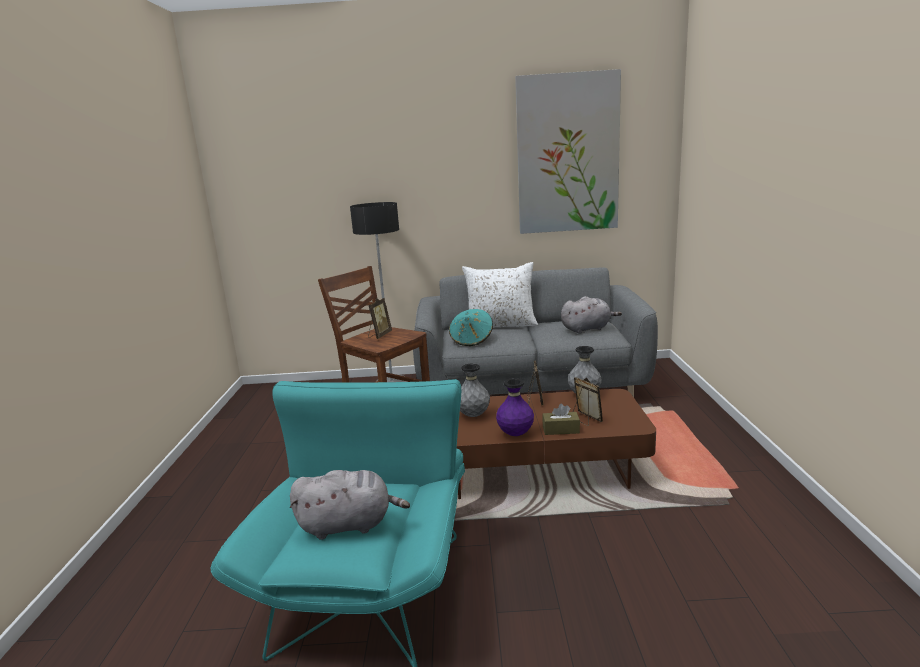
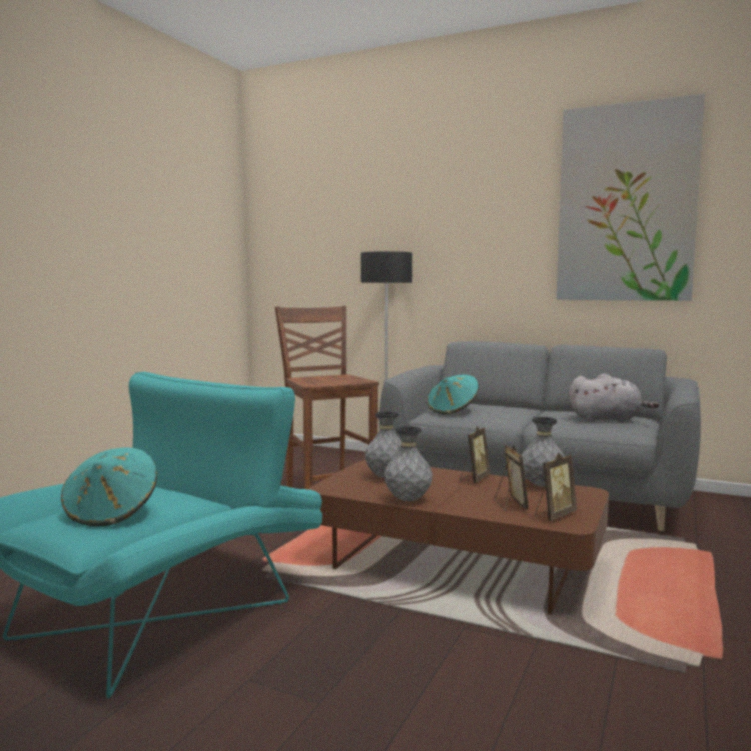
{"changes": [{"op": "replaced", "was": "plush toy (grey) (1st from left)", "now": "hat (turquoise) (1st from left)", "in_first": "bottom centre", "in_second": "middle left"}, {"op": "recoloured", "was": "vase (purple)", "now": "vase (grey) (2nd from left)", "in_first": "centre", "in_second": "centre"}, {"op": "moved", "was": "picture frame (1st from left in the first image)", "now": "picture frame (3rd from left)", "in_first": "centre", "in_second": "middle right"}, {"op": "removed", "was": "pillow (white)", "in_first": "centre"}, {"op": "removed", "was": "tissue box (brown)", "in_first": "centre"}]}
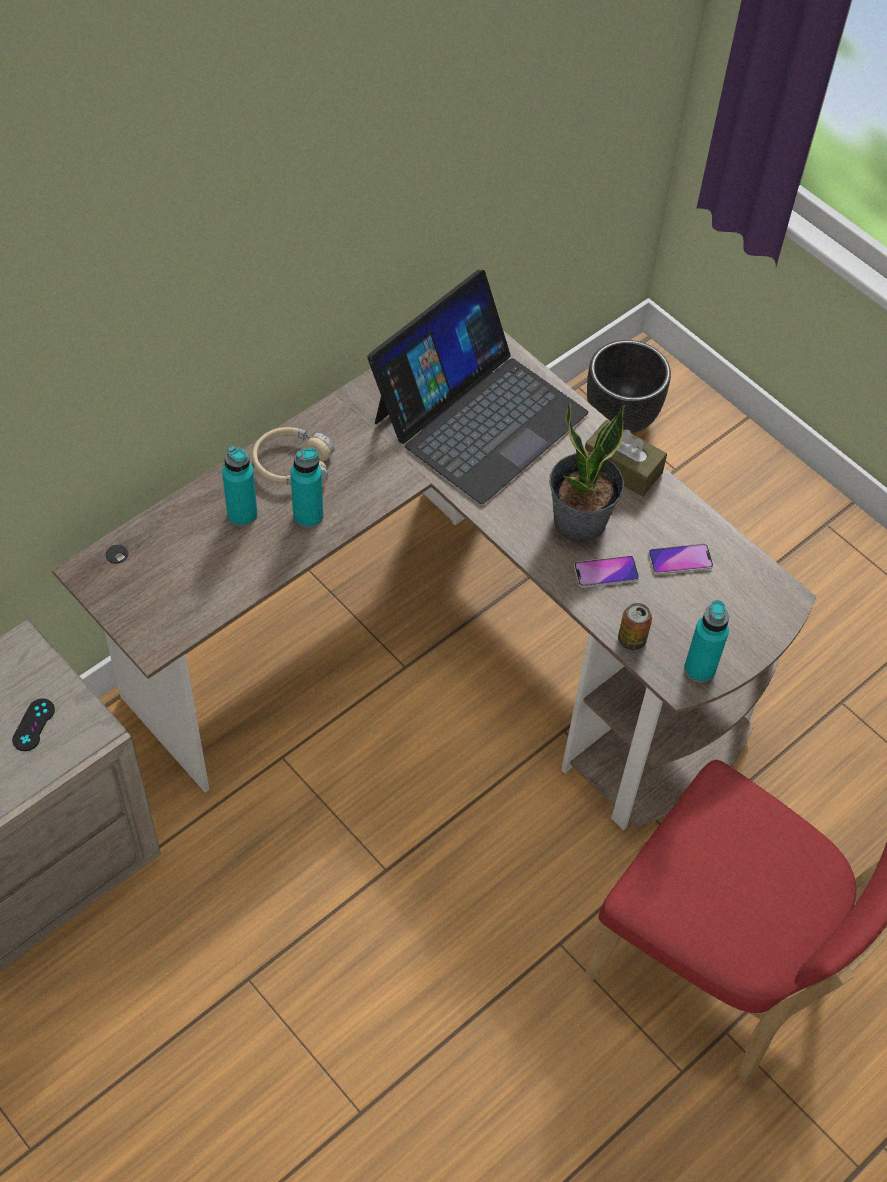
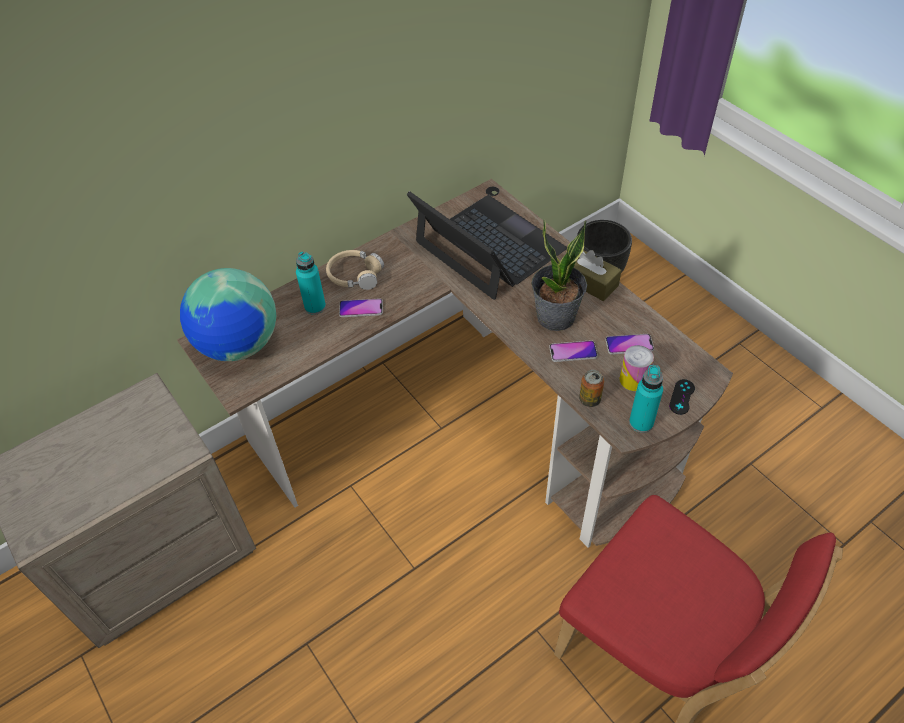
{"changes": [{"op": "added", "now": "globe", "in_second": "middle left"}, {"op": "replaced", "was": "bottle (turquoise) (2nd from left)", "now": "phone (1st from left)", "in_first": "centre", "in_second": "centre"}, {"op": "turned", "was": "laptop", "in_first": "top centre", "in_second": "centre", "clockwise": -90}, {"op": "added", "now": "can (2nd from left)", "in_second": "middle right"}, {"op": "moved", "was": "game controller (black)", "in_first": "middle left", "in_second": "middle right"}]}
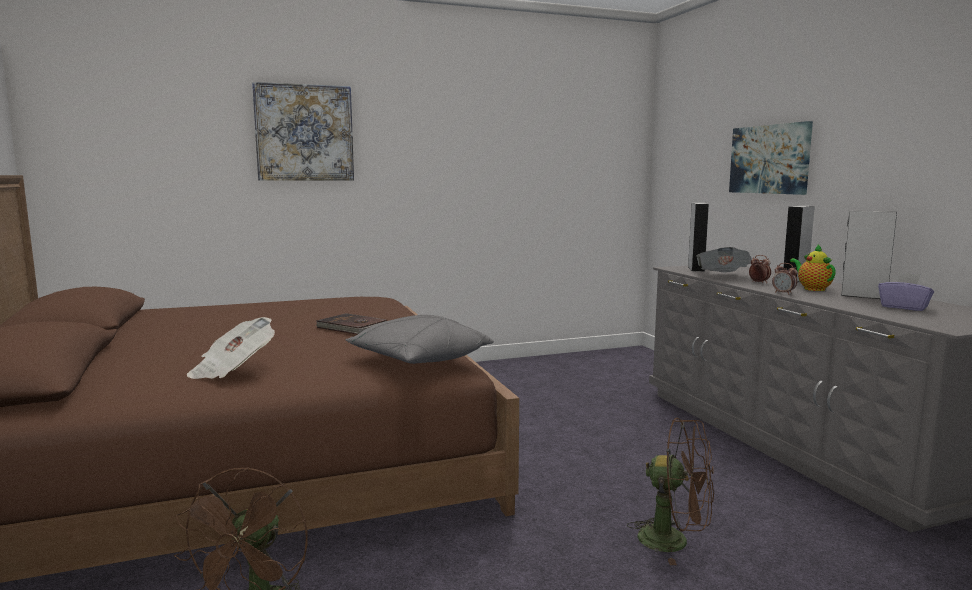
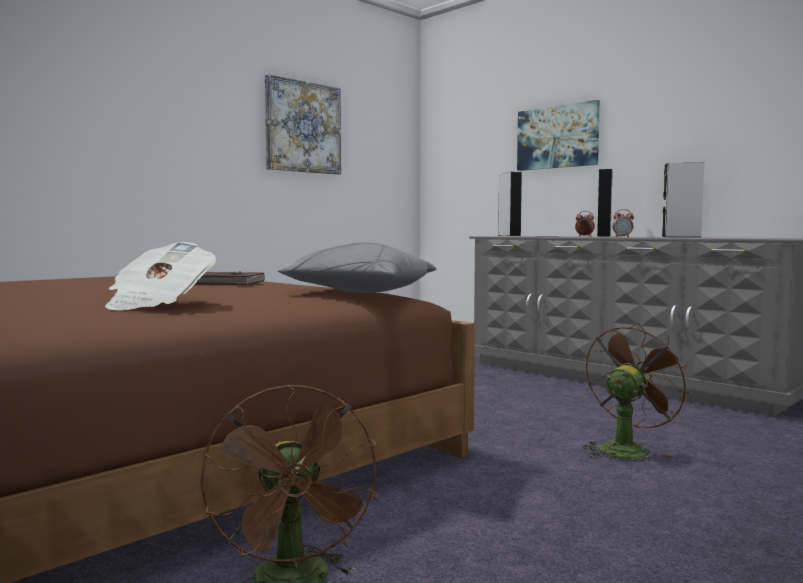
{"changes": [{"op": "moved", "was": "picture (1st from left)", "in_first": "top left", "in_second": "top centre"}, {"op": "turned", "was": "fan (brown) (2nd from left)", "in_first": "bottom right", "in_second": "bottom right", "clockwise": -45}, {"op": "removed", "was": "newspaper (2nd from left)", "in_first": "middle right"}, {"op": "removed", "was": "teapot", "in_first": "middle right"}, {"op": "removed", "was": "tissue box (purple)", "in_first": "middle right"}]}
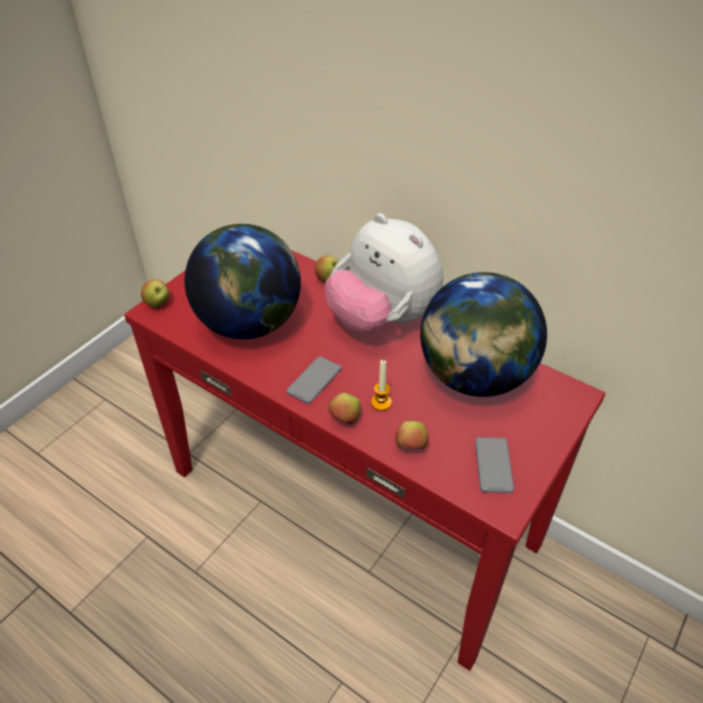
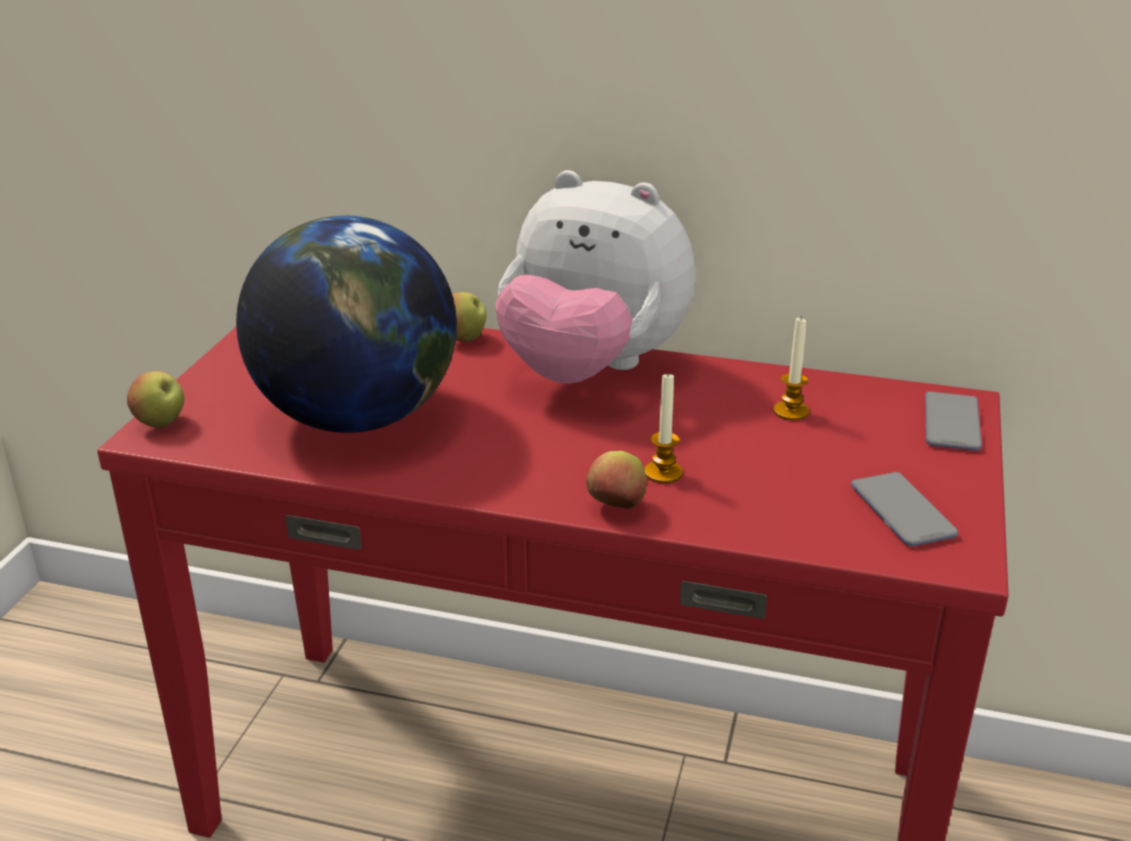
{"changes": [{"op": "replaced", "was": "globe (2nd from left)", "now": "candle (2nd from left)", "in_first": "middle right", "in_second": "middle right"}, {"op": "moved", "was": "phone (1st from left in the first image)", "now": "phone (2nd from left)", "in_first": "centre", "in_second": "middle right"}, {"op": "removed", "was": "apple (4th from left)", "in_first": "centre"}]}
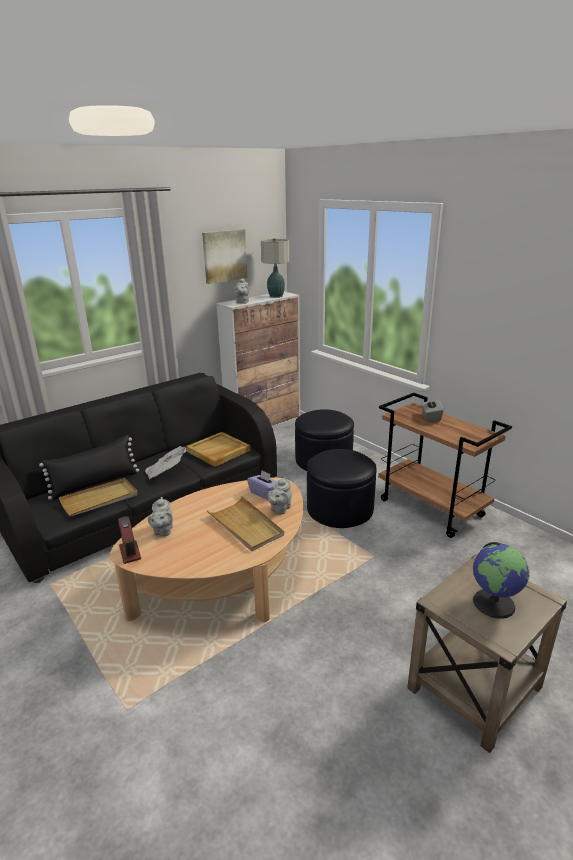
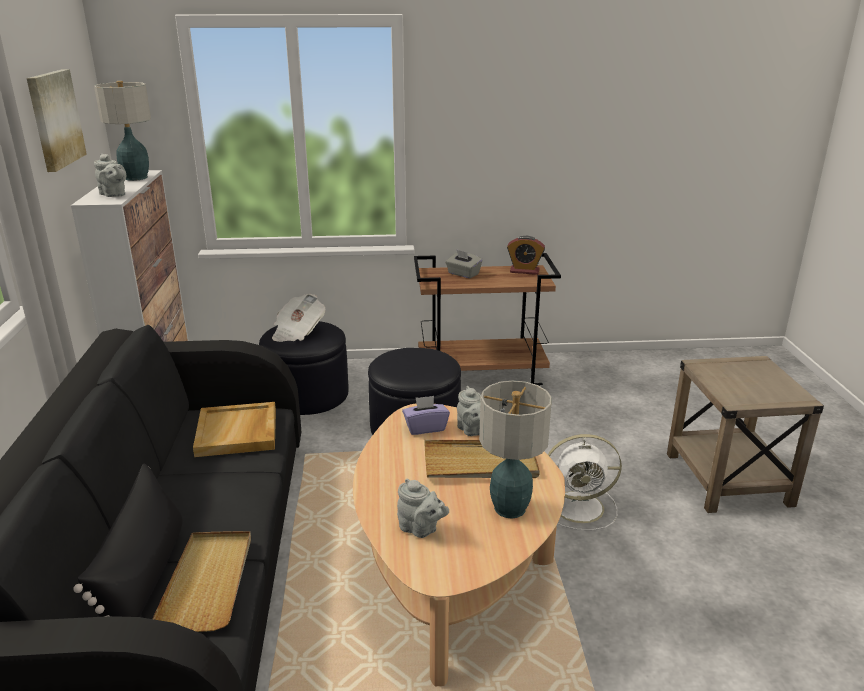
{"changes": [{"op": "moved", "was": "newspaper", "in_first": "middle left", "in_second": "centre"}, {"op": "added", "now": "table lamp (2nd from left)", "in_second": "centre"}, {"op": "moved", "was": "alarm clock", "in_first": "middle left", "in_second": "centre"}, {"op": "added", "now": "fan (white)", "in_second": "bottom right"}, {"op": "removed", "was": "globe", "in_first": "bottom right"}]}
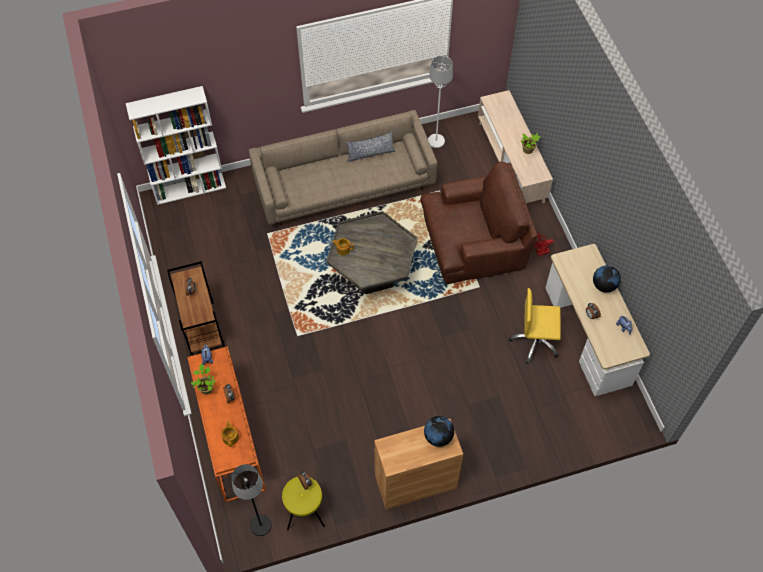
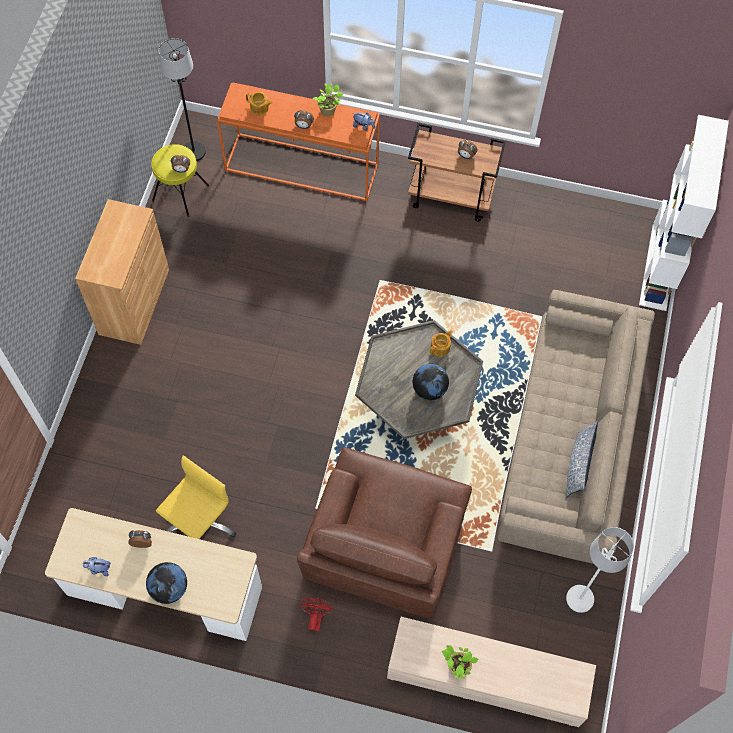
{"changes": [{"op": "moved", "was": "globe (1st from left in the first image)", "now": "globe (2nd from left)", "in_first": "bottom centre", "in_second": "centre"}]}
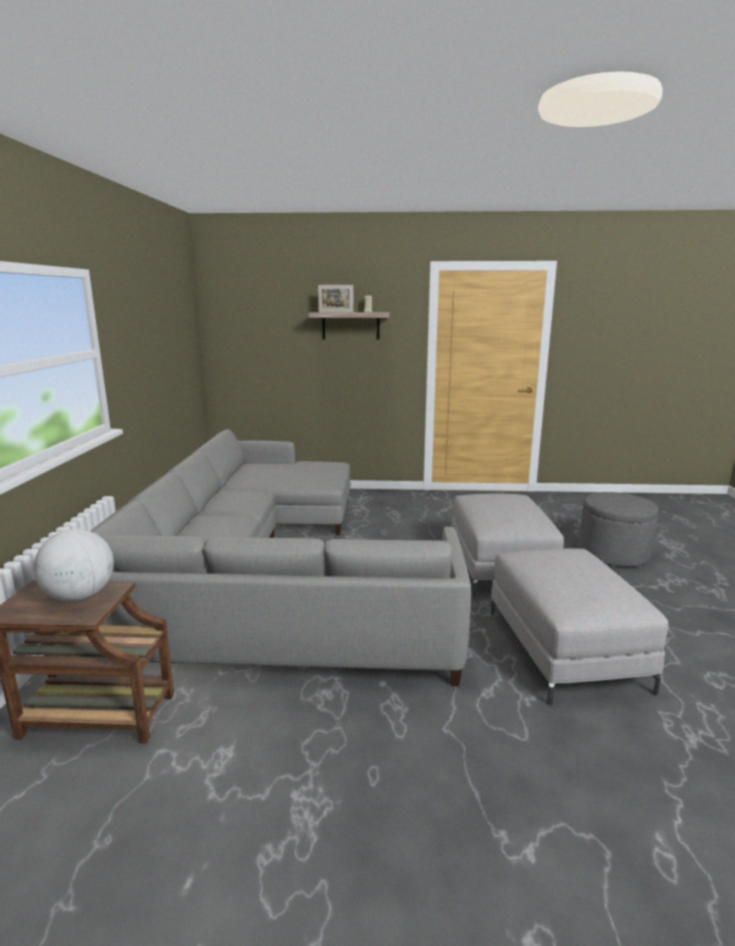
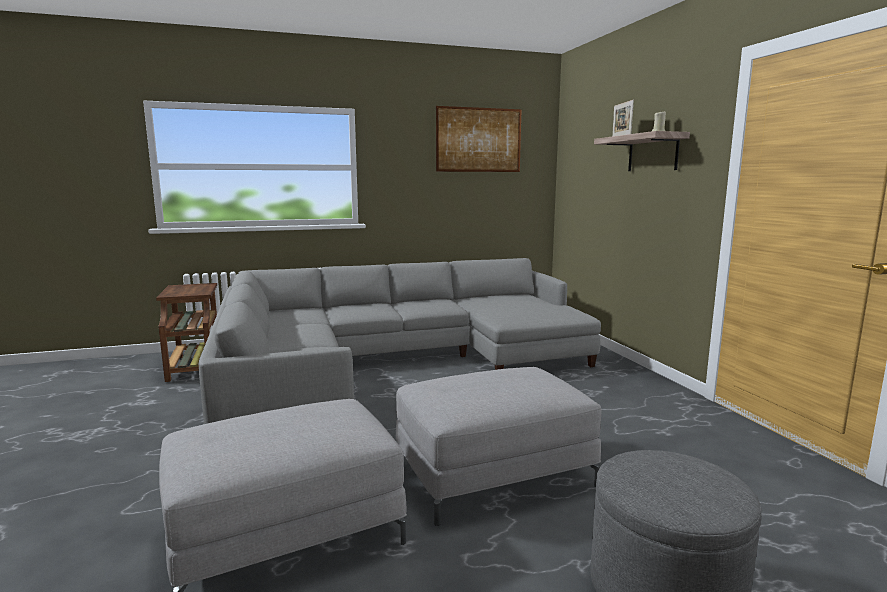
{"changes": [{"op": "added", "now": "picture", "in_second": "top centre"}, {"op": "removed", "was": "globe", "in_first": "middle left"}]}
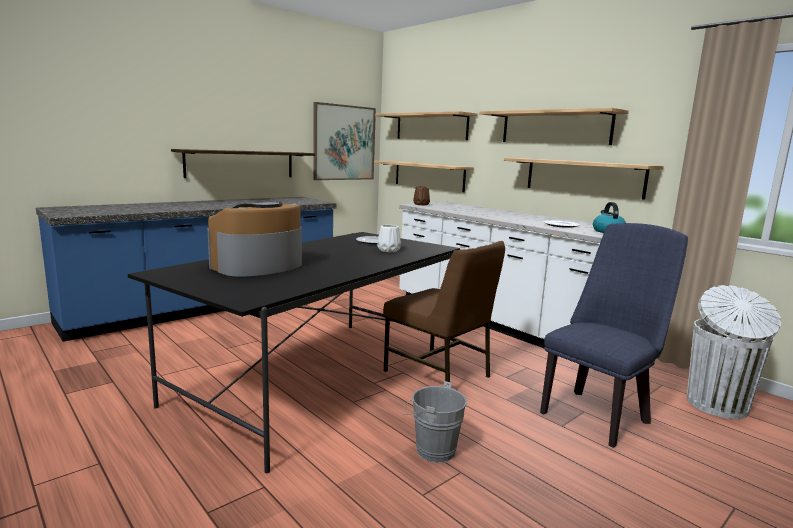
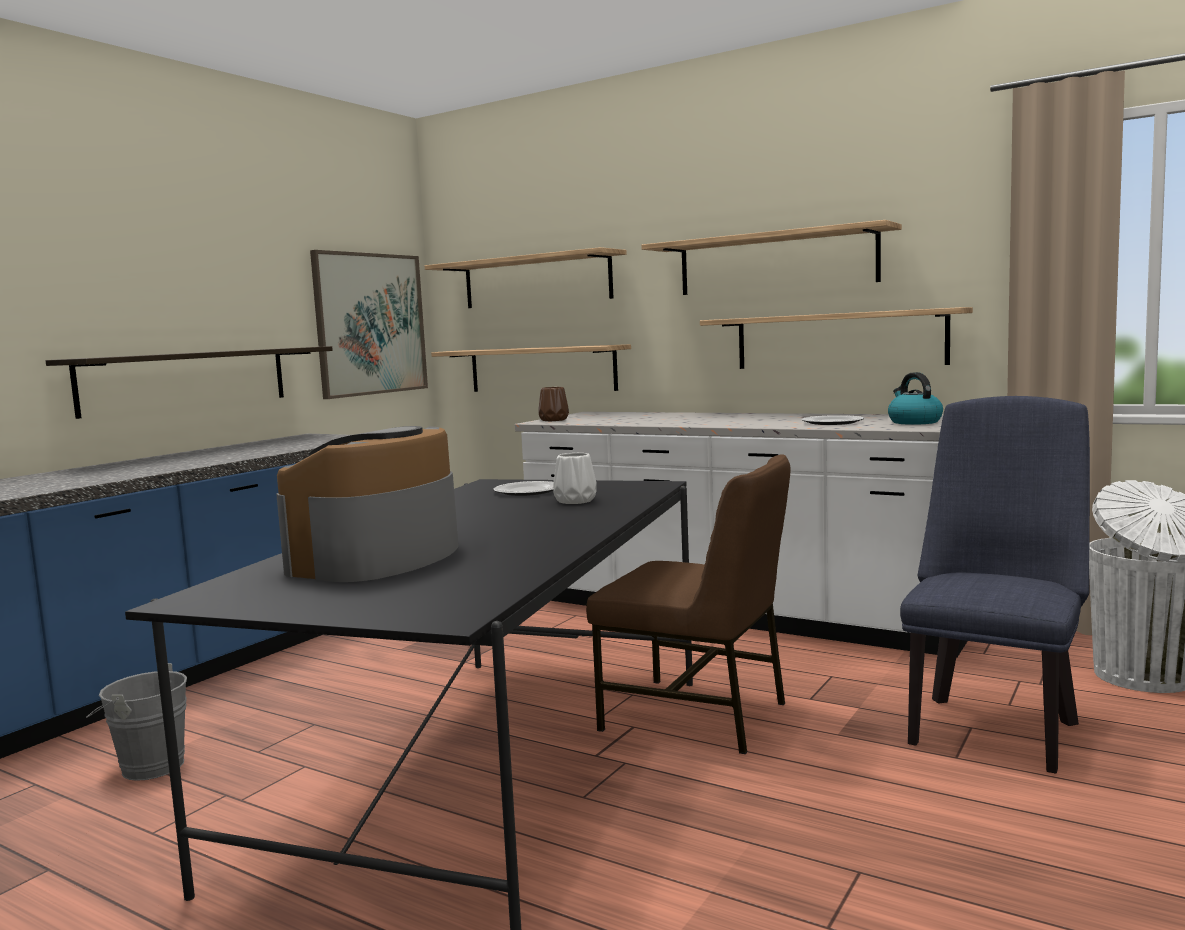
{"changes": [{"op": "moved", "was": "bucket (grey)", "in_first": "bottom centre", "in_second": "bottom left"}]}
